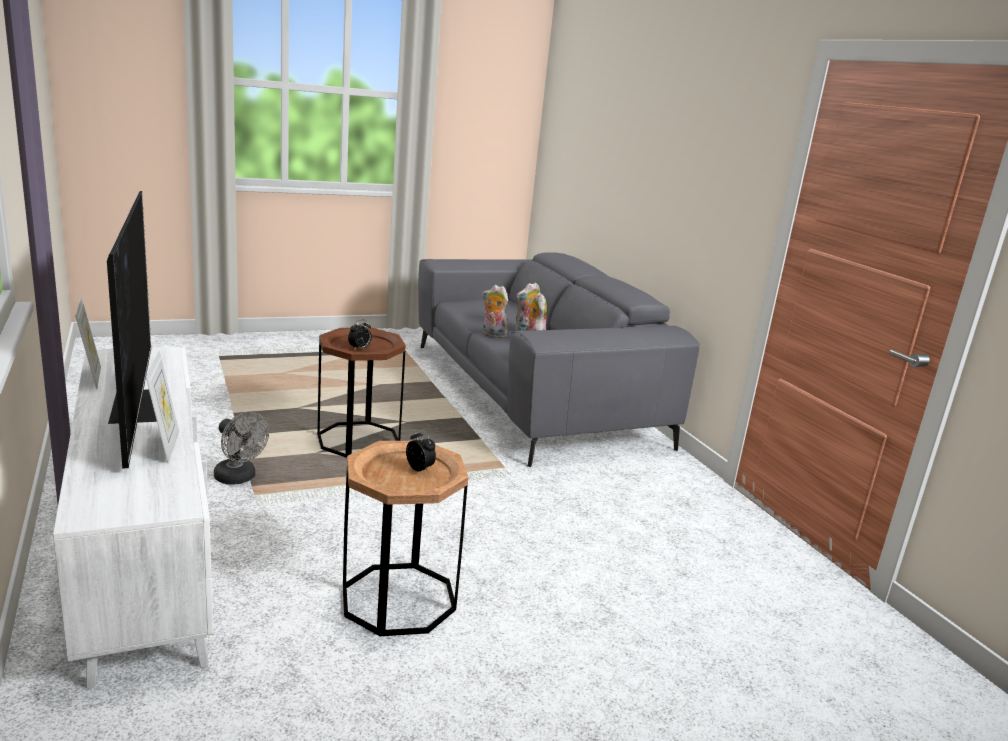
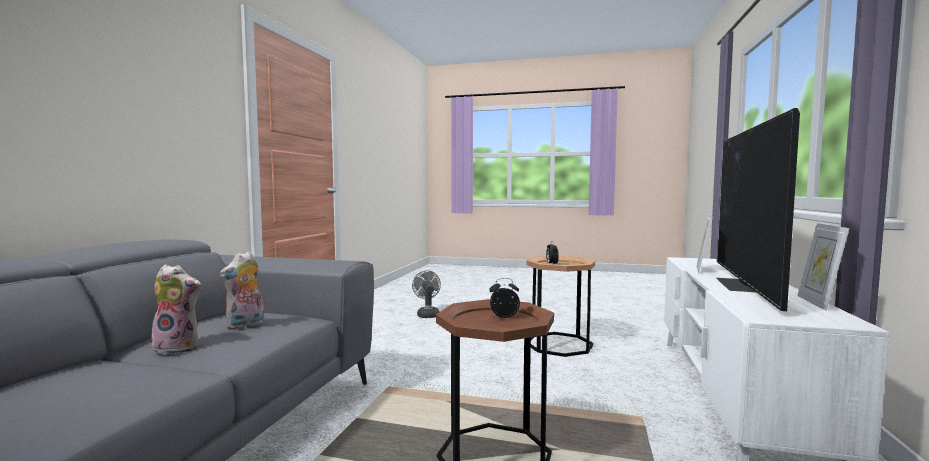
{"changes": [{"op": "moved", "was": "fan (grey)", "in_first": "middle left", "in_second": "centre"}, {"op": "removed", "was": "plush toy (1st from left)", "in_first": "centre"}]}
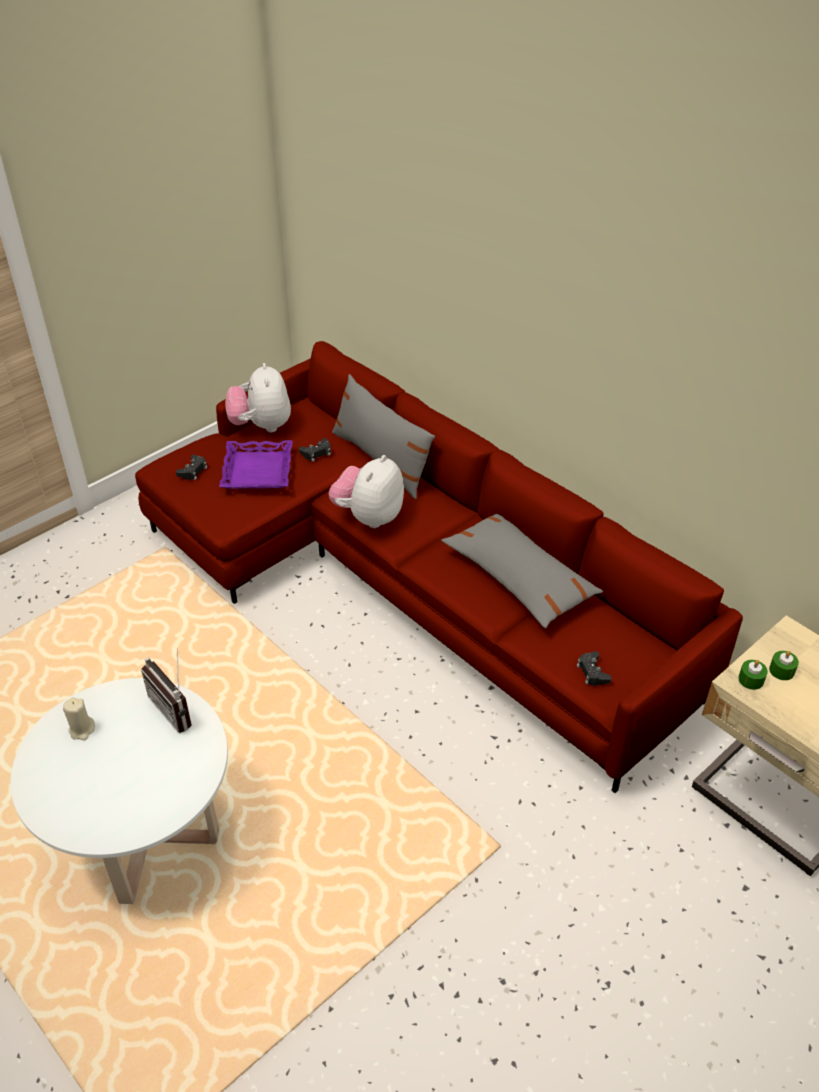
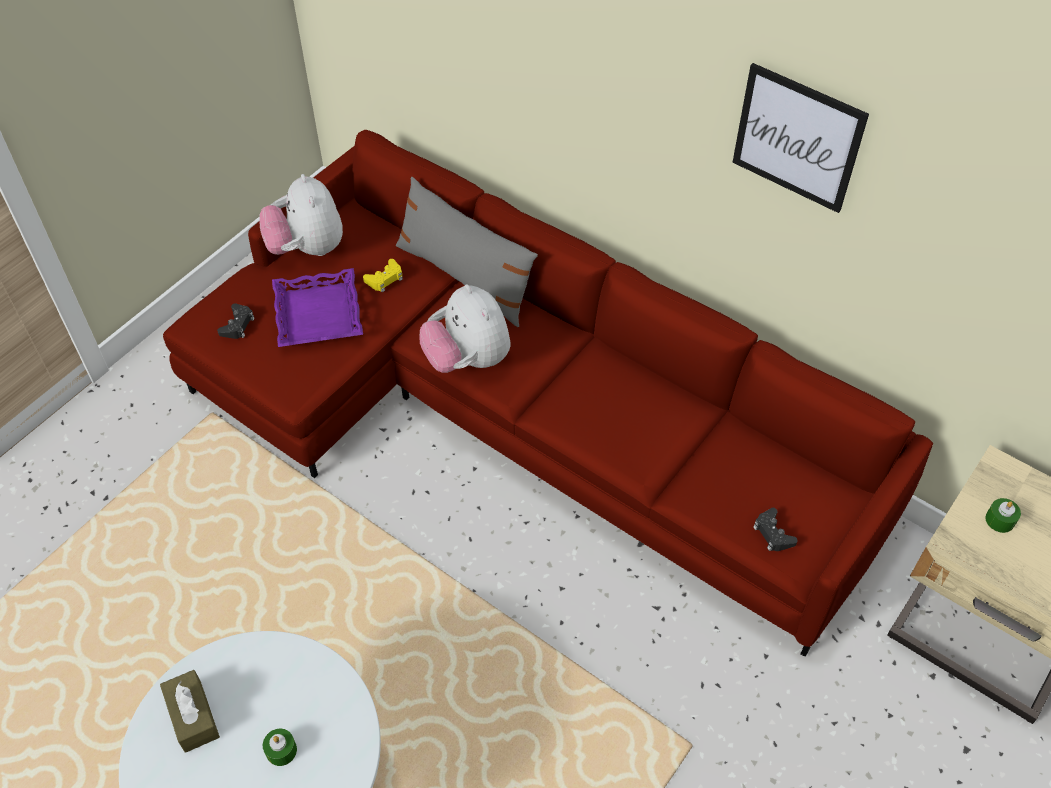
{"changes": [{"op": "replaced", "was": "candle (beige)", "now": "tissue box (brown)", "in_first": "middle left", "in_second": "bottom left"}, {"op": "moved", "was": "candle (green) (1st from left)", "in_first": "middle right", "in_second": "bottom left"}, {"op": "recoloured", "was": "game controller (black) (2nd from left)", "now": "game controller (yellow)", "in_first": "centre", "in_second": "centre"}, {"op": "turned", "was": "plush toy (2nd from left)", "in_first": "centre", "in_second": "centre", "clockwise": -45}, {"op": "added", "now": "picture", "in_second": "top right"}, {"op": "removed", "was": "radio", "in_first": "middle left"}, {"op": "removed", "was": "pillow (grey) (2nd from left)", "in_first": "centre"}]}
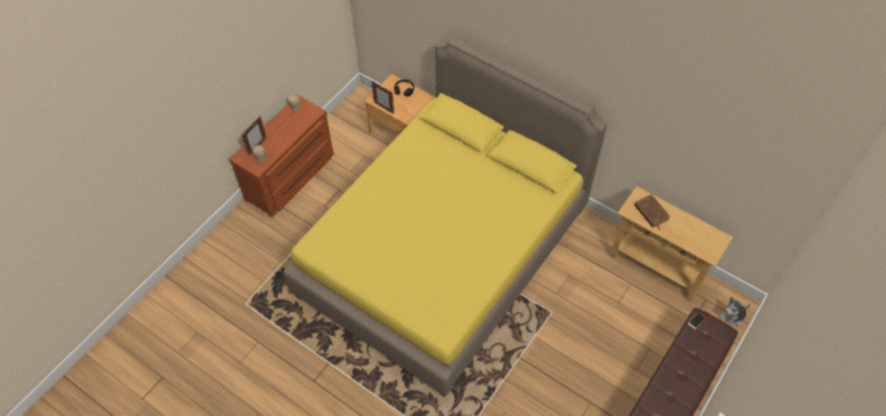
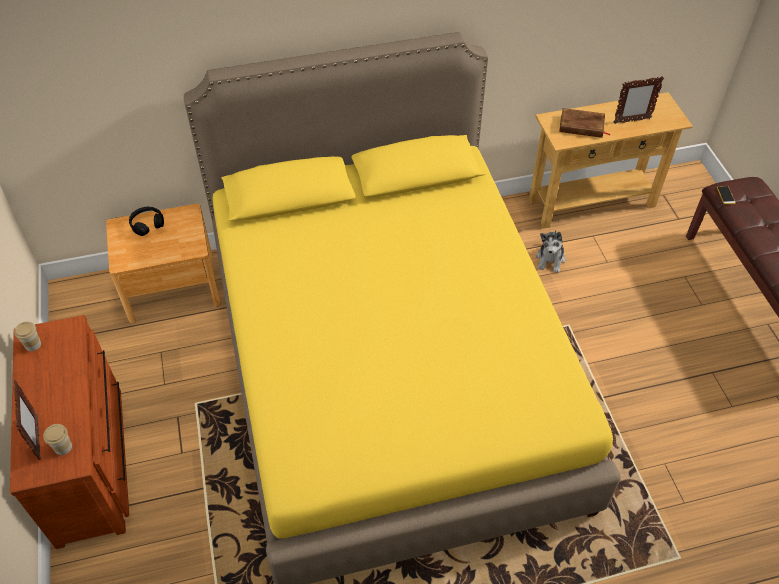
{"changes": [{"op": "moved", "was": "plush toy", "in_first": "bottom right", "in_second": "middle right"}, {"op": "moved", "was": "picture frame (2nd from left)", "in_first": "top centre", "in_second": "top right"}]}
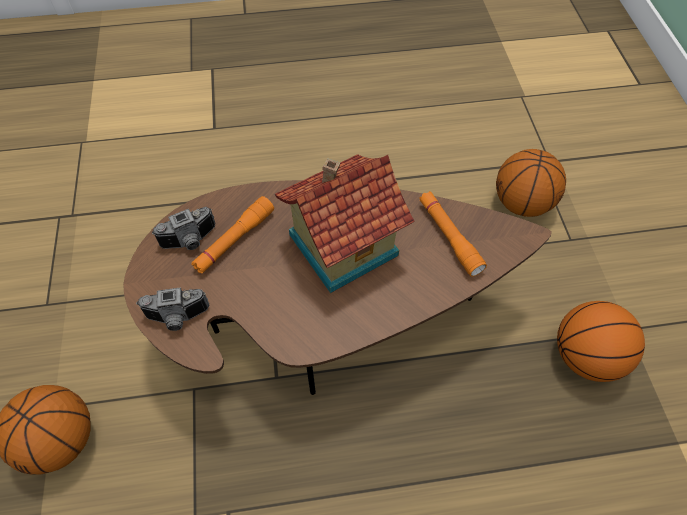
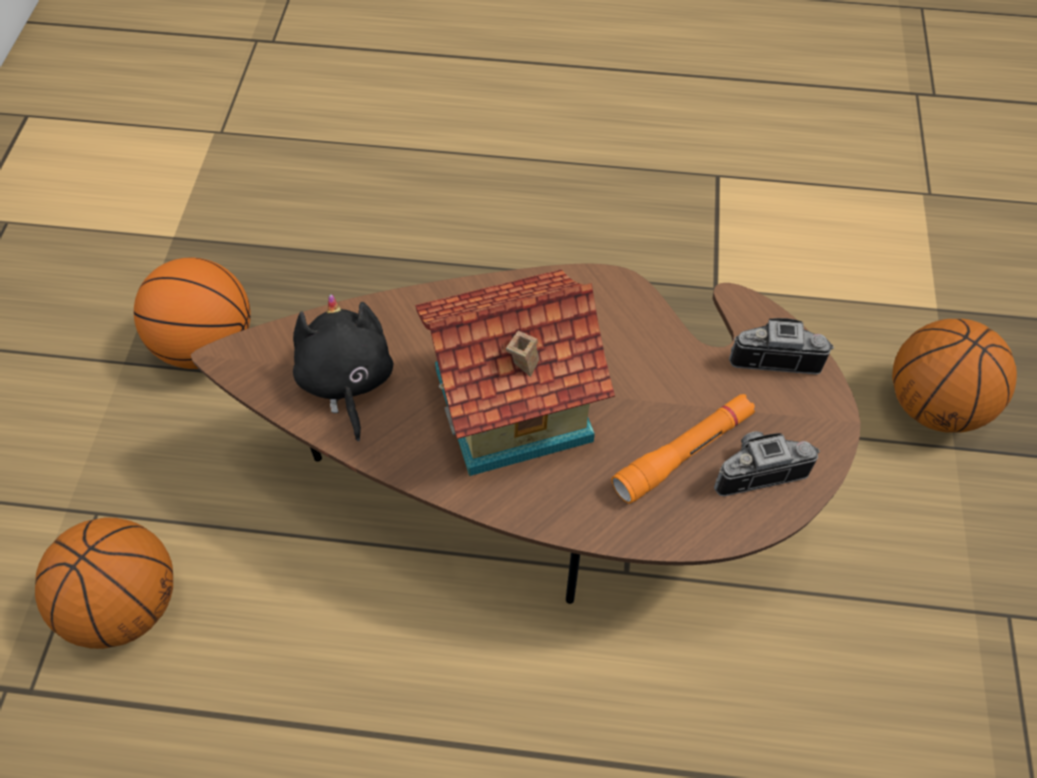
{"changes": [{"op": "replaced", "was": "flashlight (orange) (2nd from left)", "now": "plush toy (black)", "in_first": "centre", "in_second": "middle left"}]}
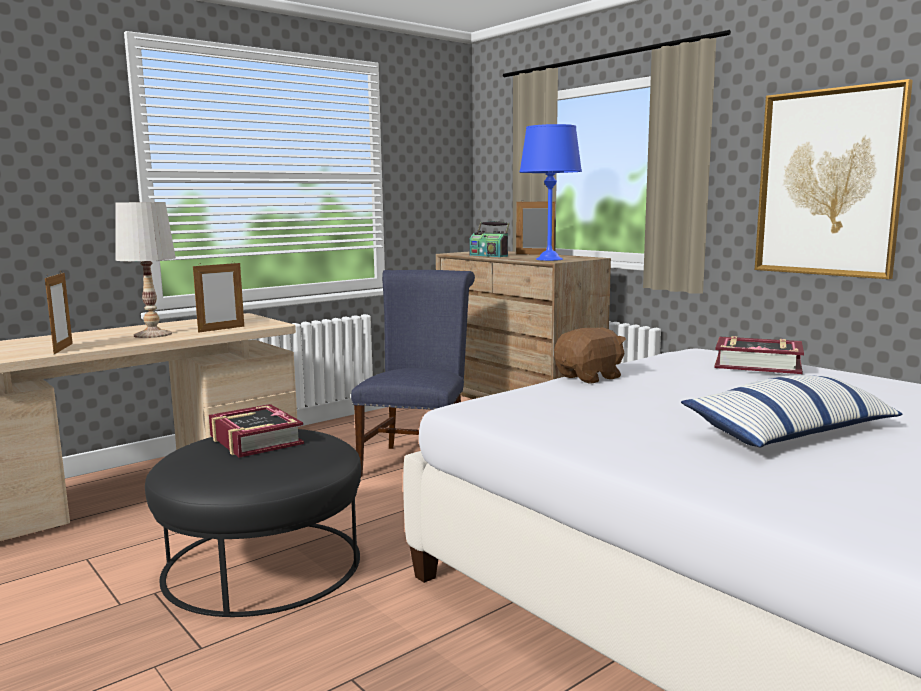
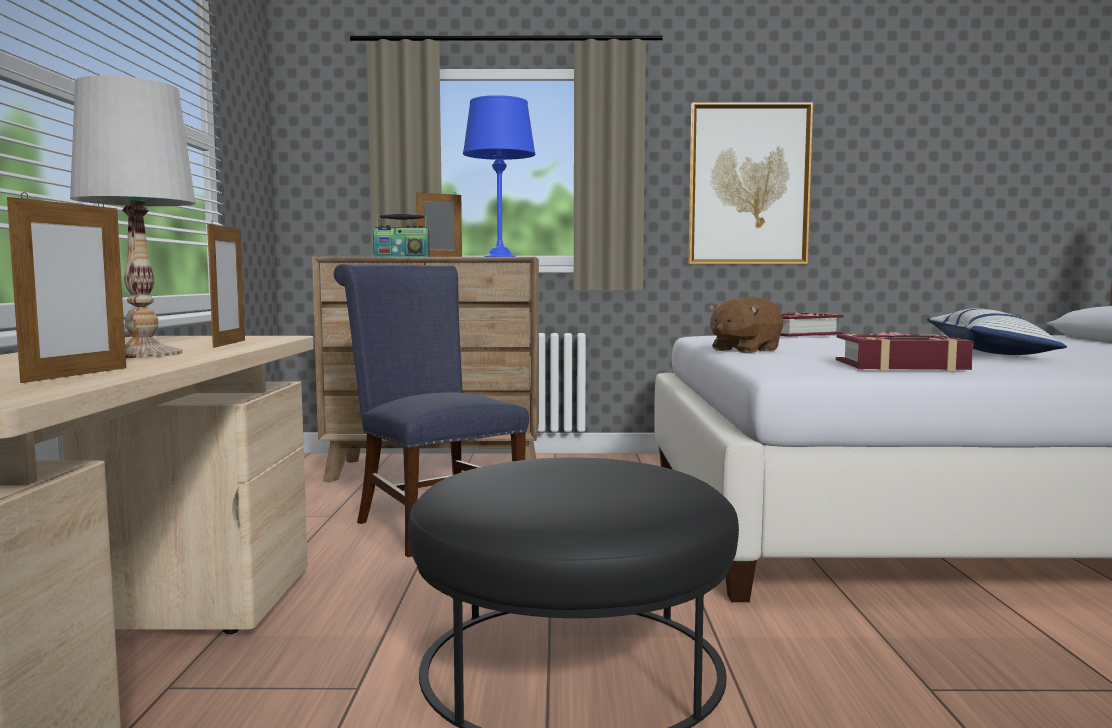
{"changes": [{"op": "turned", "was": "picture frame (1st from left)", "in_first": "middle left", "in_second": "middle left", "clockwise": 75}, {"op": "turned", "was": "plush toy (brown)", "in_first": "centre", "in_second": "middle right", "clockwise": -135}, {"op": "moved", "was": "book (1st from left in the first image)", "now": "book (2nd from left)", "in_first": "middle left", "in_second": "middle right"}]}
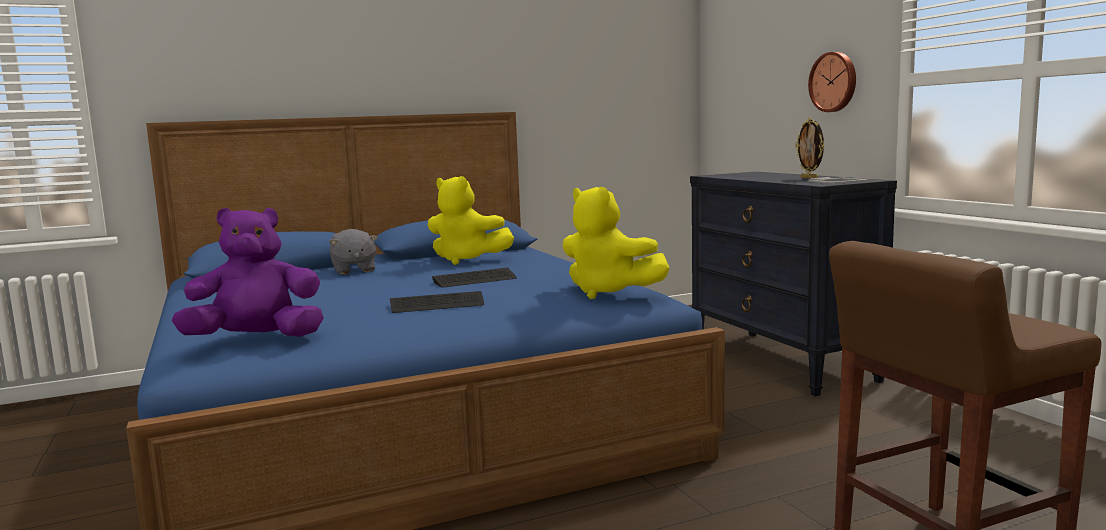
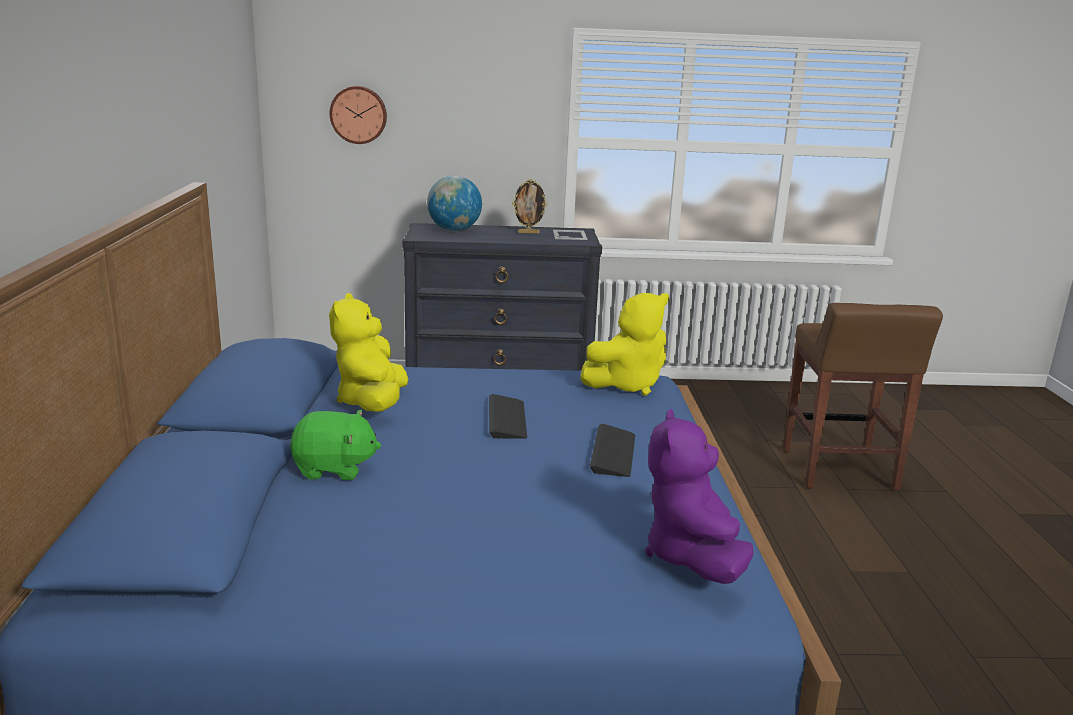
{"changes": [{"op": "recoloured", "was": "plush toy (grey)", "now": "plush toy (green)", "in_first": "middle left", "in_second": "middle left"}, {"op": "turned", "was": "plush toy (yellow) (1st from left)", "in_first": "centre", "in_second": "centre", "clockwise": 135}, {"op": "moved", "was": "wall clock", "in_first": "top right", "in_second": "top centre"}, {"op": "added", "now": "globe", "in_second": "top centre"}]}
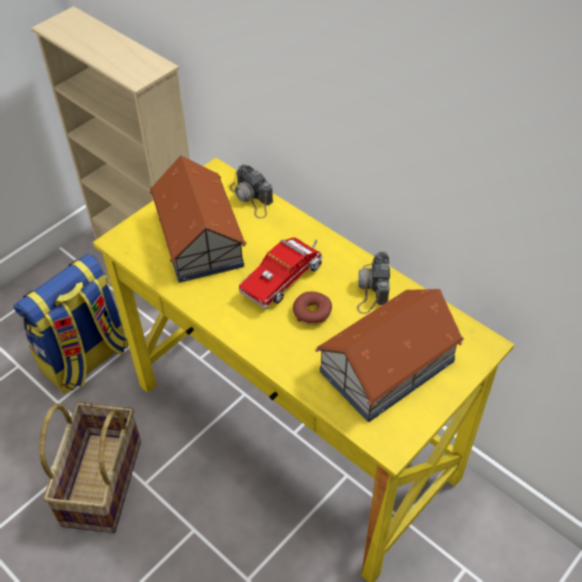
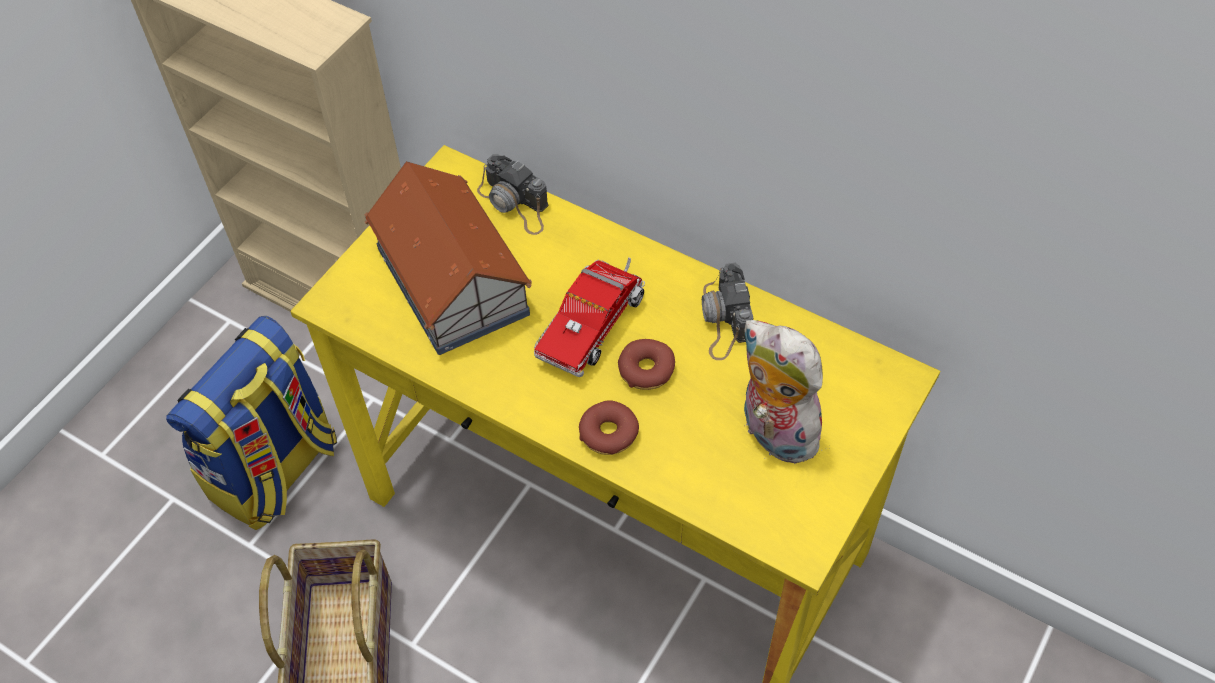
{"changes": [{"op": "added", "now": "donut (1st from left)", "in_second": "centre"}, {"op": "replaced", "was": "toy house (2nd from left)", "now": "plush toy", "in_first": "middle right", "in_second": "centre"}]}
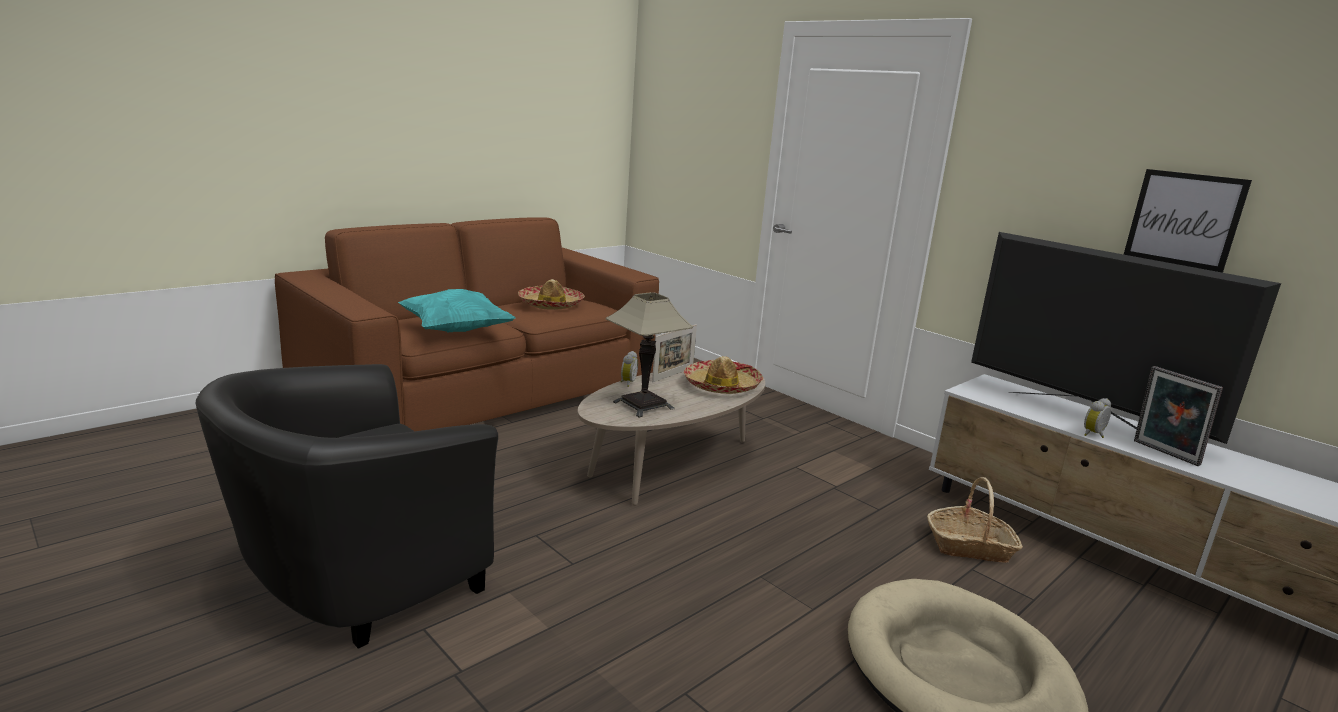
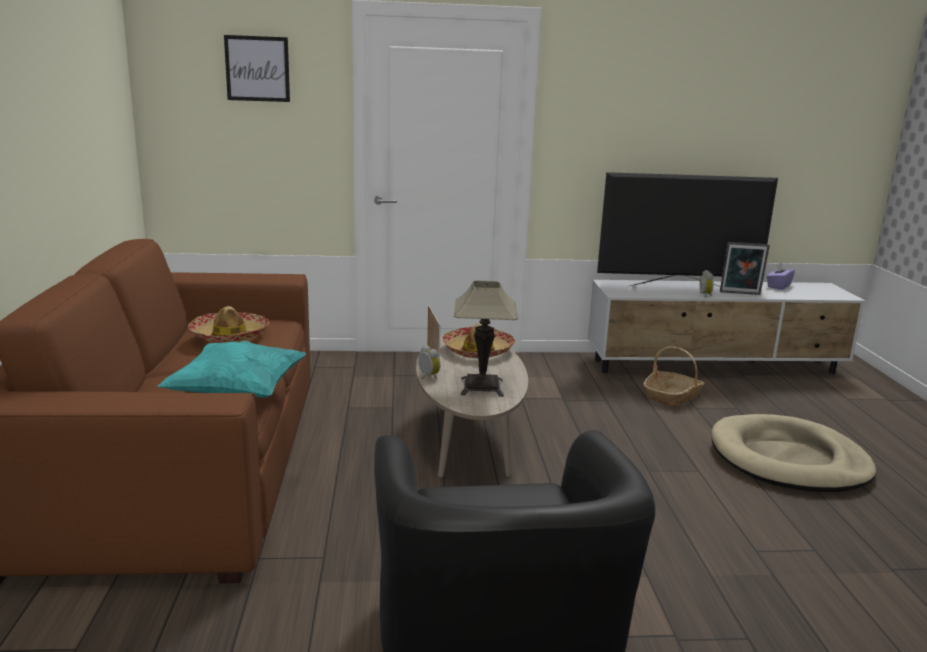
{"changes": [{"op": "moved", "was": "picture", "in_first": "top right", "in_second": "top left"}, {"op": "added", "now": "tissue box (purple)", "in_second": "middle right"}]}
